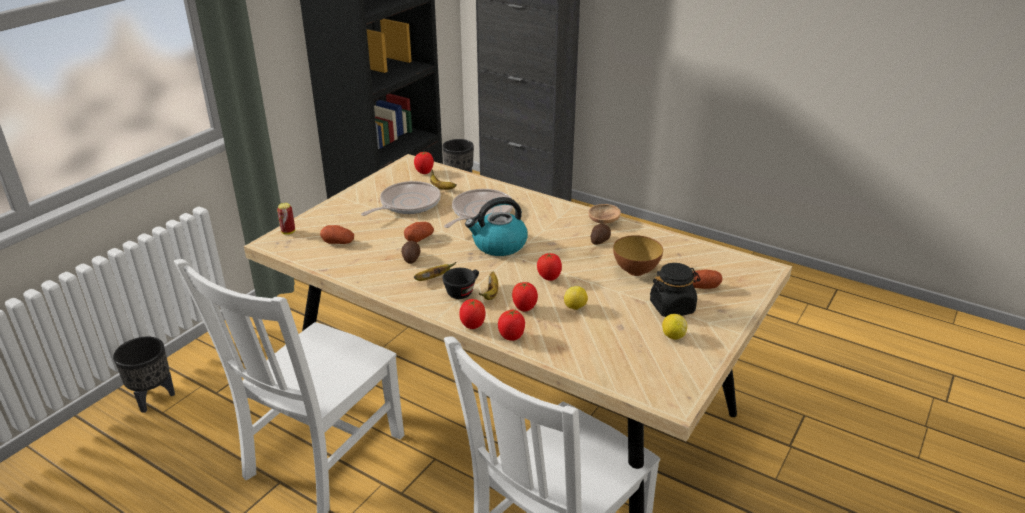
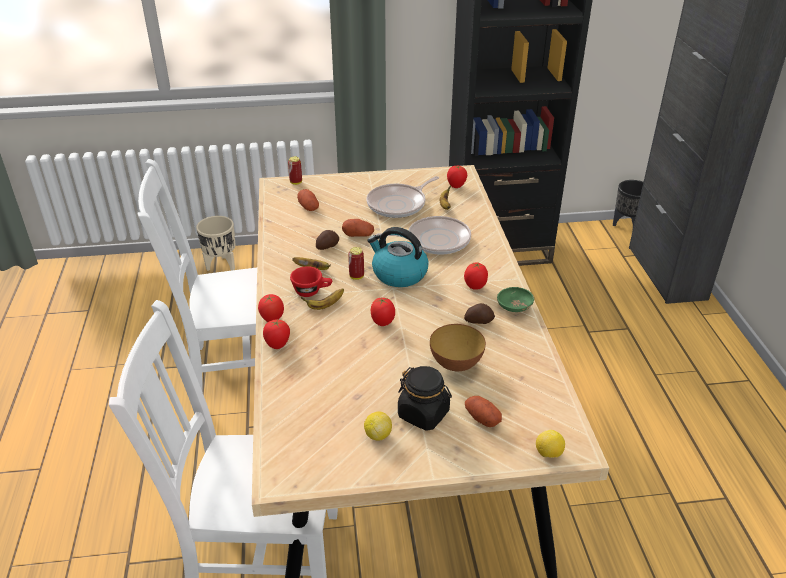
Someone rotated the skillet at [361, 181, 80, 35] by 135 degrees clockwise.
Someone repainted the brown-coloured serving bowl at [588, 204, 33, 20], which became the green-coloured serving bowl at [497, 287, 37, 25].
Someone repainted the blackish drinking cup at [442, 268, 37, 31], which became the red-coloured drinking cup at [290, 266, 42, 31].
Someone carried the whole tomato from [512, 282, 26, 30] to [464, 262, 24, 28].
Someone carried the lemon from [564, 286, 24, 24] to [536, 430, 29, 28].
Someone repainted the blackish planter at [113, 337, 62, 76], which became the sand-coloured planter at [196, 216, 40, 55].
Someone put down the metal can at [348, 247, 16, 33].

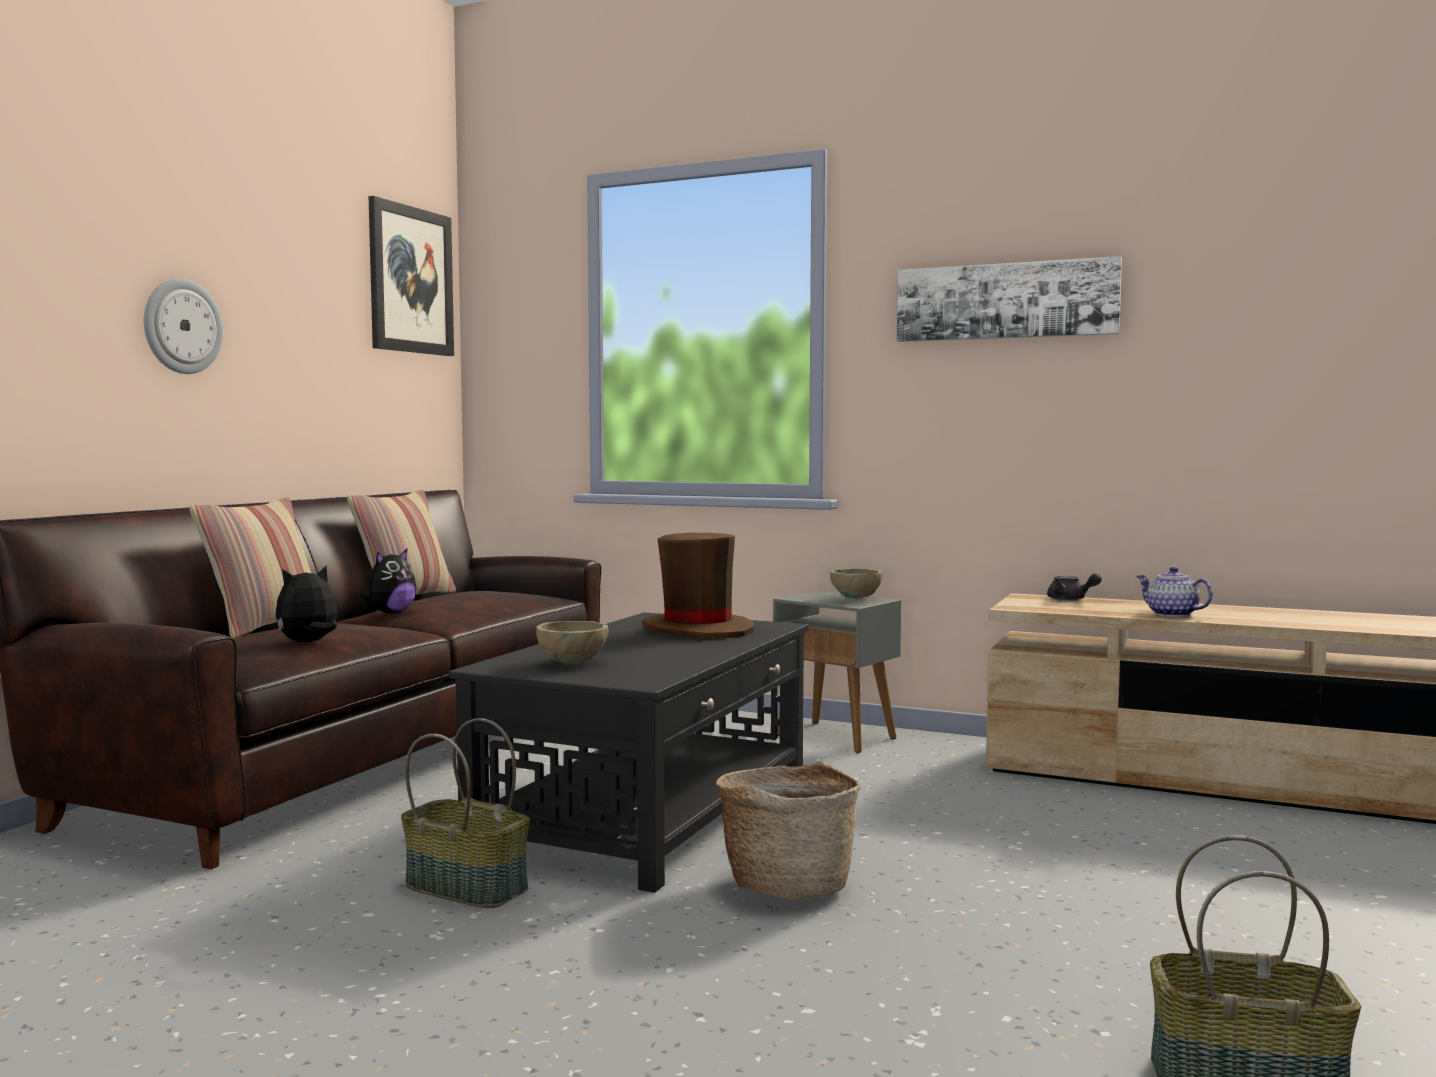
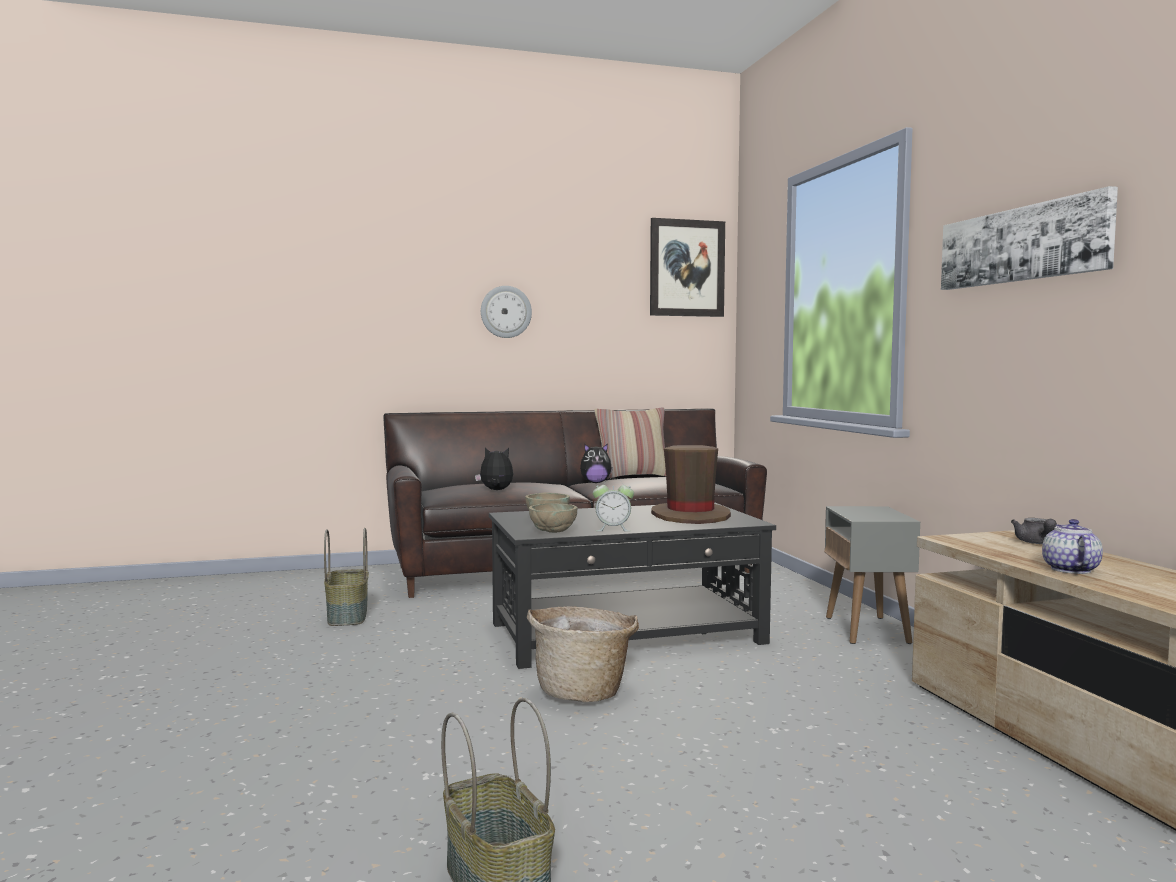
Someone took away the throw pillow at [190, 497, 121, 141].
Someone carried the sand-coloured serving bowl from [830, 569, 52, 30] to [529, 503, 48, 30].
Someone carried the household basket from [401, 718, 129, 190] to [324, 528, 45, 98].
Someone put down the alarm clock at [593, 478, 41, 54].

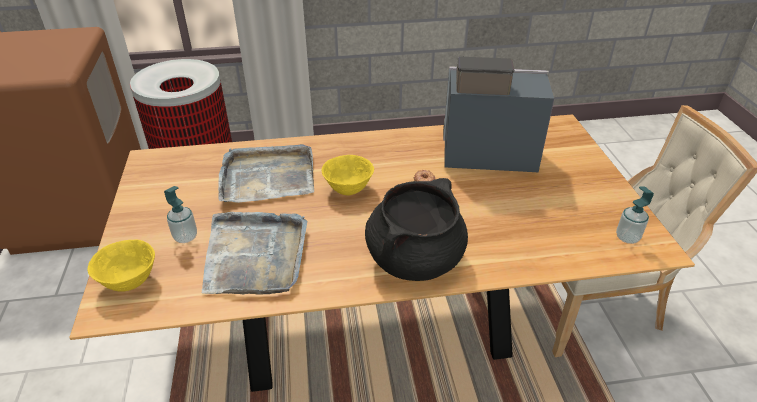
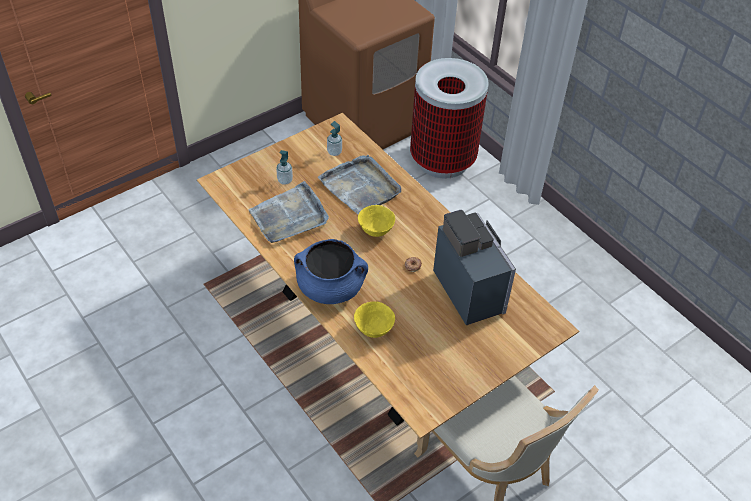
Someone repainted the blackish cooking pot at [365, 178, 103, 103], which became the bluish cooking pot at [294, 239, 74, 65].
Someone carried the soap bottle from [616, 187, 38, 57] to [327, 121, 15, 35].
Someone carried the yellowish serving bowl from [87, 240, 68, 52] to [354, 302, 41, 36].

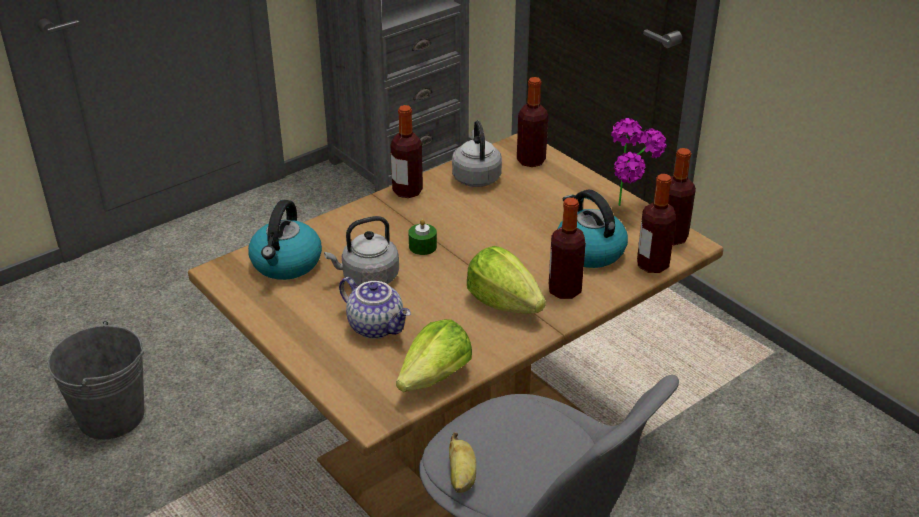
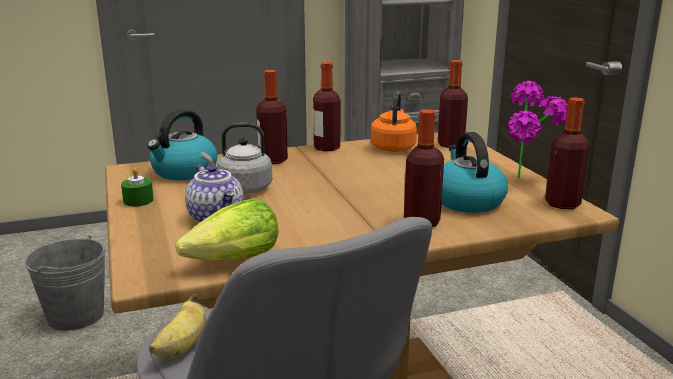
Someone repainted the gray tea kettle at [452, 120, 50, 67], which became the orangey tea kettle at [371, 92, 46, 60].
Someone carried the bottle from [637, 174, 39, 99] to [256, 70, 32, 94].
Someone carried the green-coloured candle from [408, 219, 29, 36] to [121, 167, 33, 39].
Someone took away the head of lettuce at [467, 246, 79, 68].

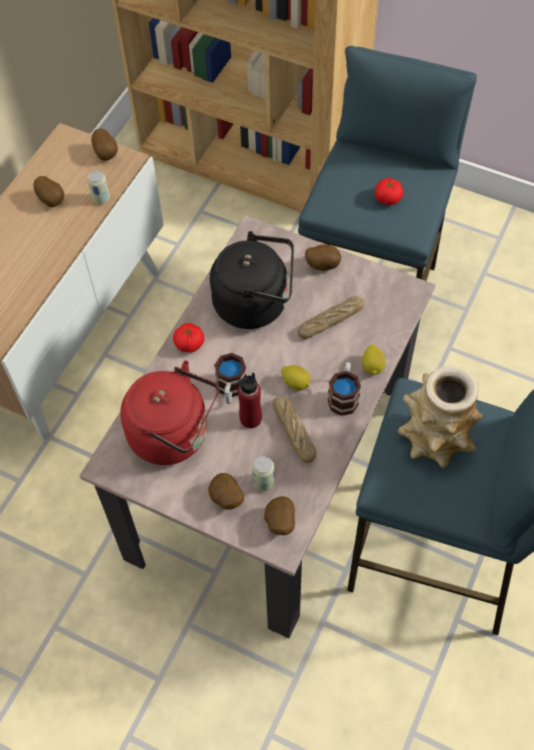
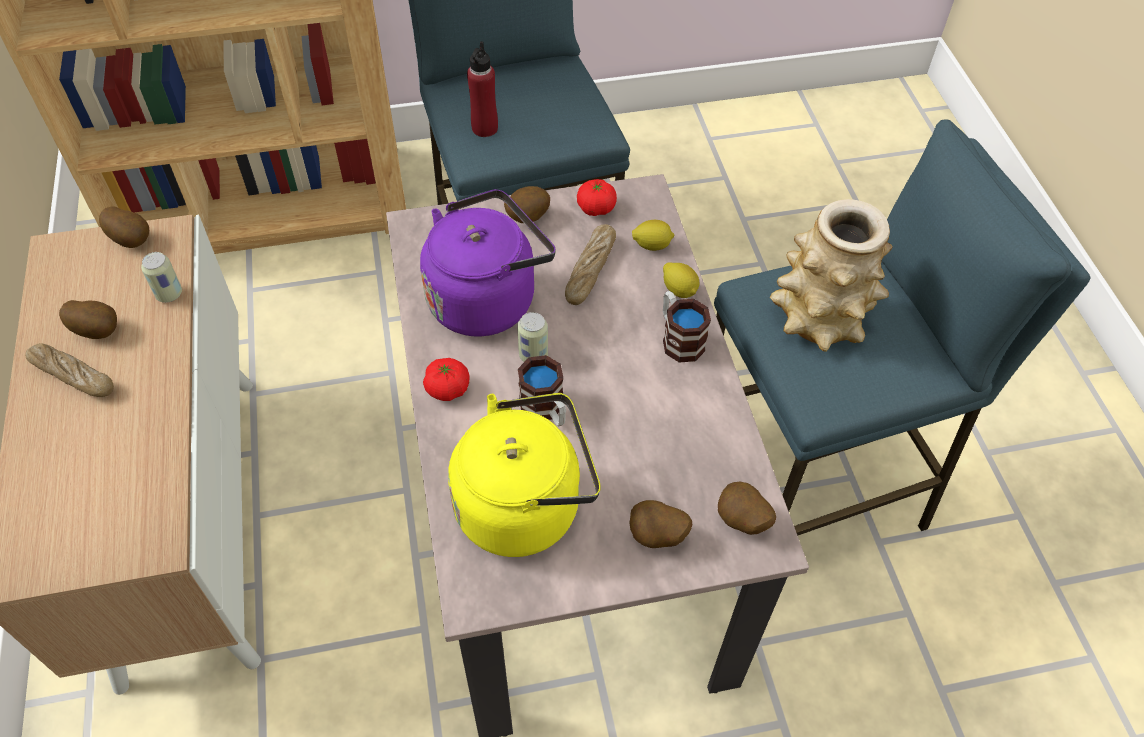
Someone carried the whole tomato from [375, 178, 29, 27] to [577, 179, 40, 37].
Someone repainted the blackish tea kettle at [210, 231, 84, 98], which became the purple tea kettle at [420, 189, 136, 148].
Someone repainted the red-coloured tea kettle at [120, 360, 99, 105], which became the yellowish tea kettle at [448, 393, 153, 164].
Someone carried the lemon from [281, 365, 29, 25] to [632, 220, 42, 31].
Someone carried the red-coloured bottle from [237, 372, 25, 56] to [467, 41, 31, 96].
Someone carried the bakery bread from [273, 396, 43, 67] to [25, 343, 89, 54].
Someone carried the metal can from [252, 456, 23, 35] to [517, 312, 31, 50].

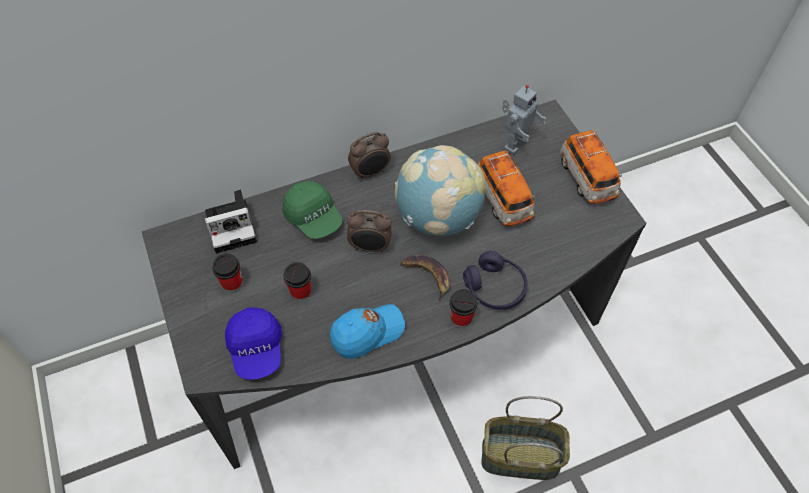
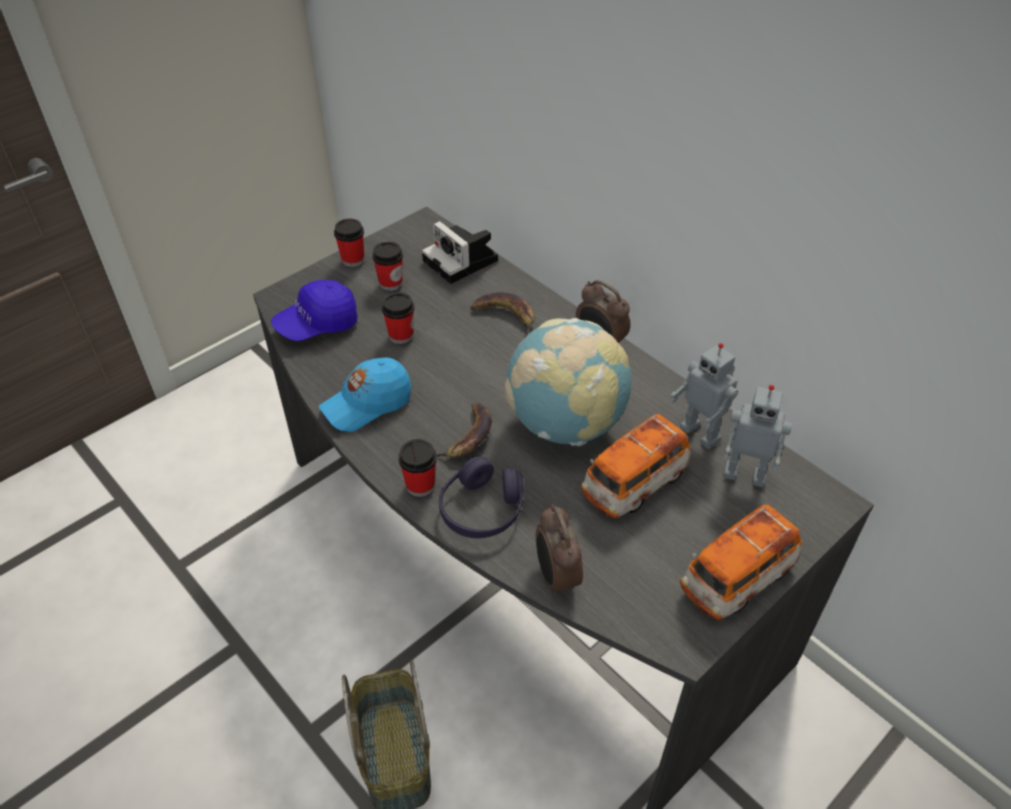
Someone swapped the green-coloured cap at [283, 181, 60, 58] for the whole banana at [470, 292, 65, 45].
Someone carried the alarm clock from [347, 210, 45, 42] to [536, 504, 47, 92].
Someone rotated the bluish cap at [330, 304, 75, 55] by 105 degrees clockwise.
Someone put down the drinking cup at [334, 218, 30, 49].
Someone put down the model robot at [669, 343, 69, 106].

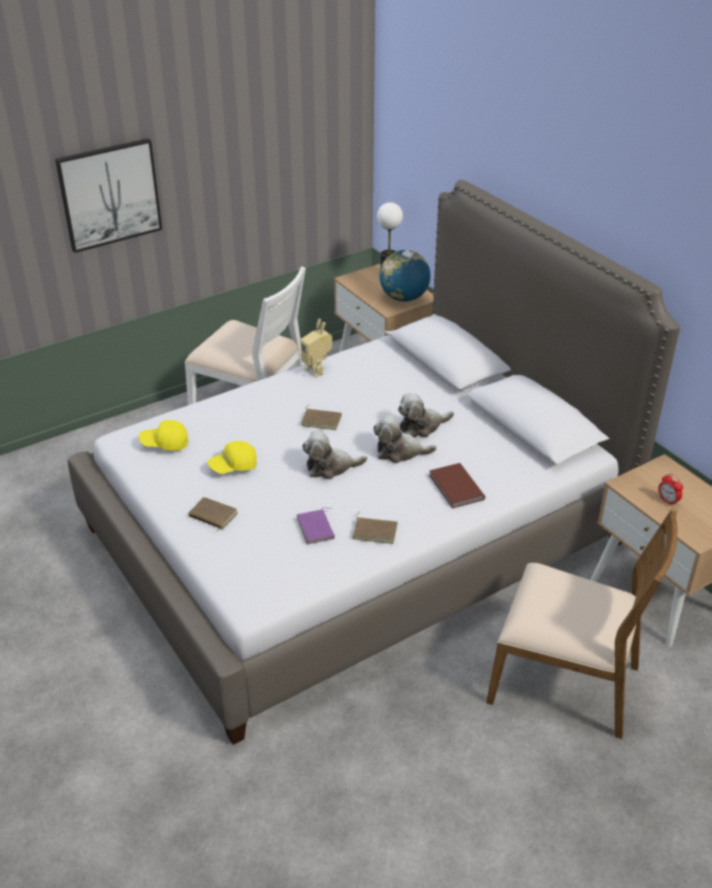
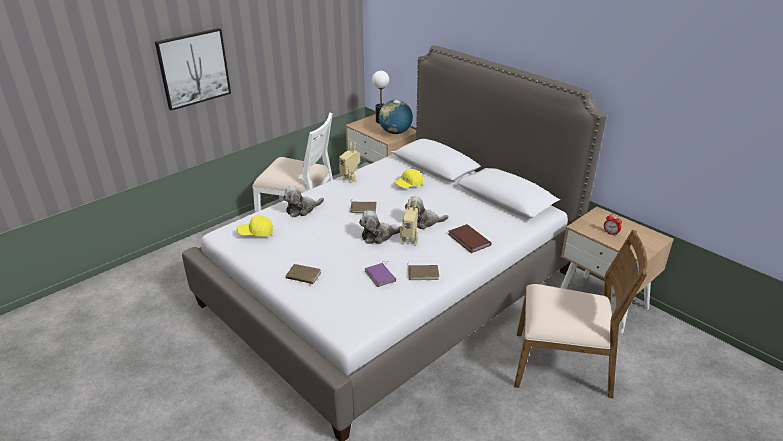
Someone carried the plush toy from [398, 393, 56, 44] to [283, 186, 41, 31].
Someone carried the yellowish cap from [207, 441, 50, 33] to [394, 169, 29, 19].
Someone put down the model robot at [400, 199, 18, 47].

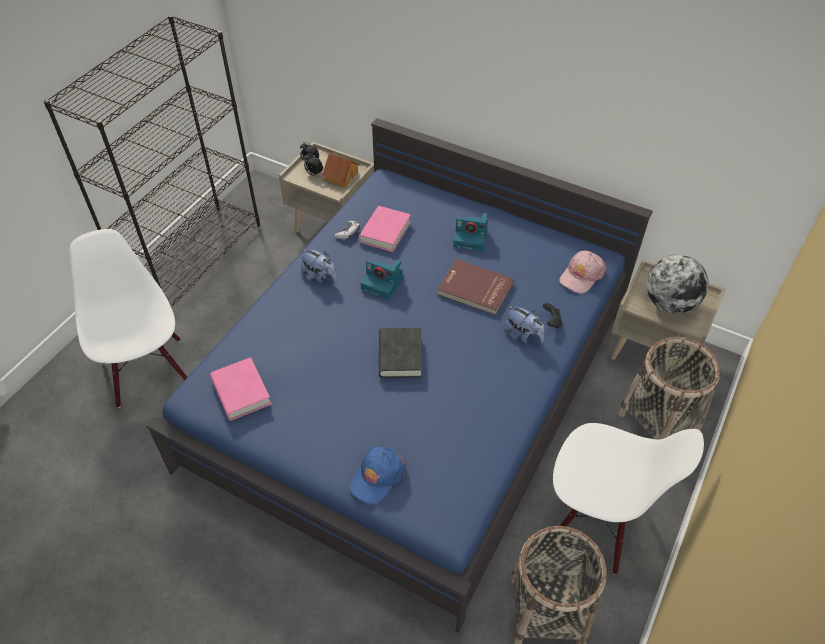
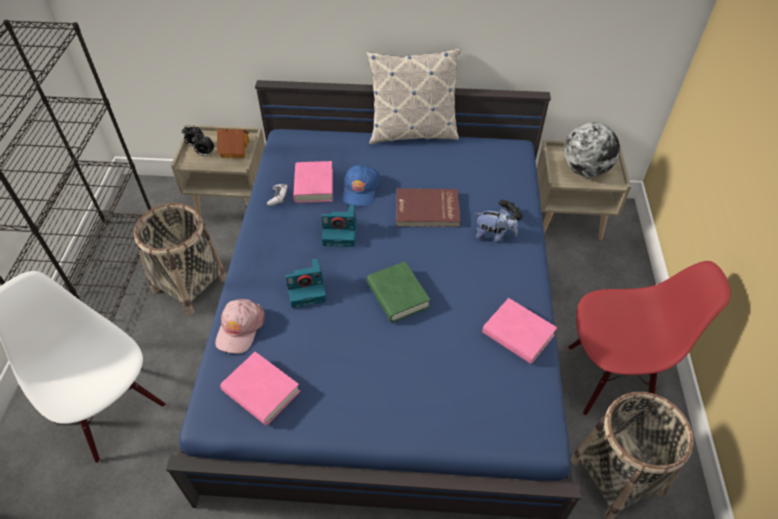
Someone carried the still camera from [453, 213, 35, 38] to [286, 258, 40, 50].
Someone took away the plush toy at [301, 249, 36, 34].
Someone carried the pink-coloured cap from [559, 250, 48, 43] to [215, 299, 50, 55].
Someone repainted the blackish volume at [379, 328, 43, 50], which became the green-coloured volume at [367, 261, 63, 61].
Someone carried the household basket from [618, 337, 102, 102] to [134, 203, 93, 112].
Someone repainted the white-coloured chair at [553, 423, 151, 152], which became the red-coloured chair at [568, 261, 163, 154].
Someone carried the bluish cap from [349, 446, 58, 58] to [342, 165, 38, 42].
Someone put down the throw pillow at [366, 48, 95, 96].
Someone put down the pink-coloured volume at [482, 298, 75, 66].

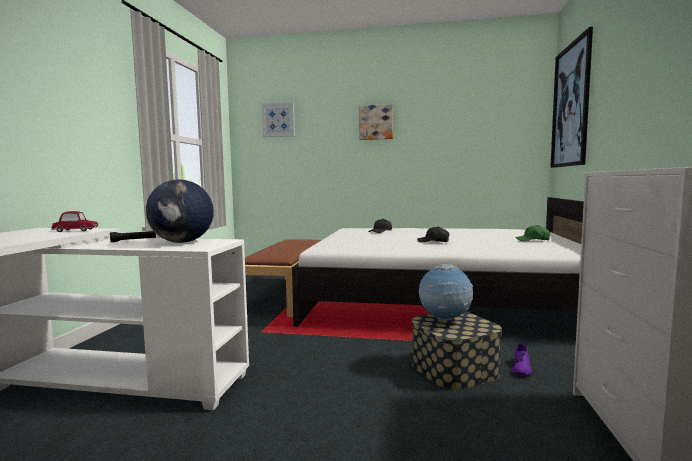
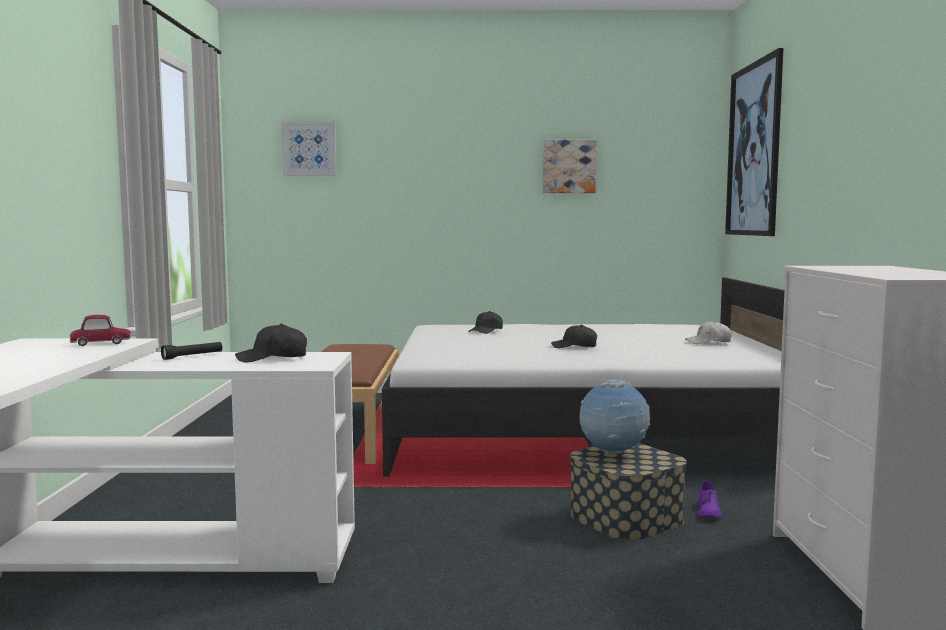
Someone carried the wall art from [359, 104, 34, 36] to [543, 140, 54, 53].
Someone swapped the globe at [145, 179, 69, 64] for the blackish cap at [235, 324, 72, 38].
Someone repainted the green-coloured cap at [515, 225, 35, 16], which became the white-coloured cap at [685, 321, 47, 23].

